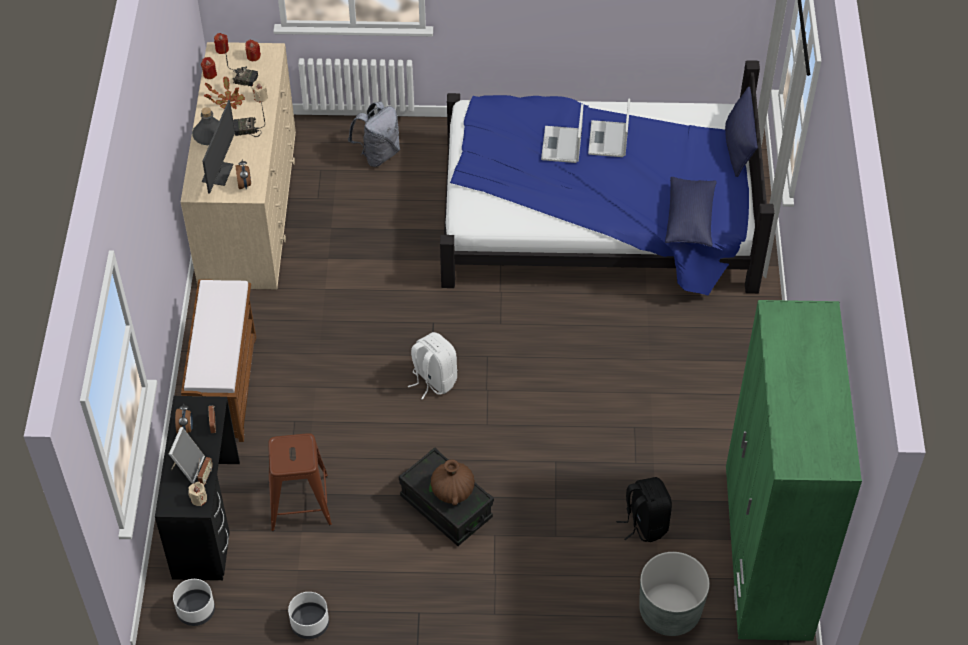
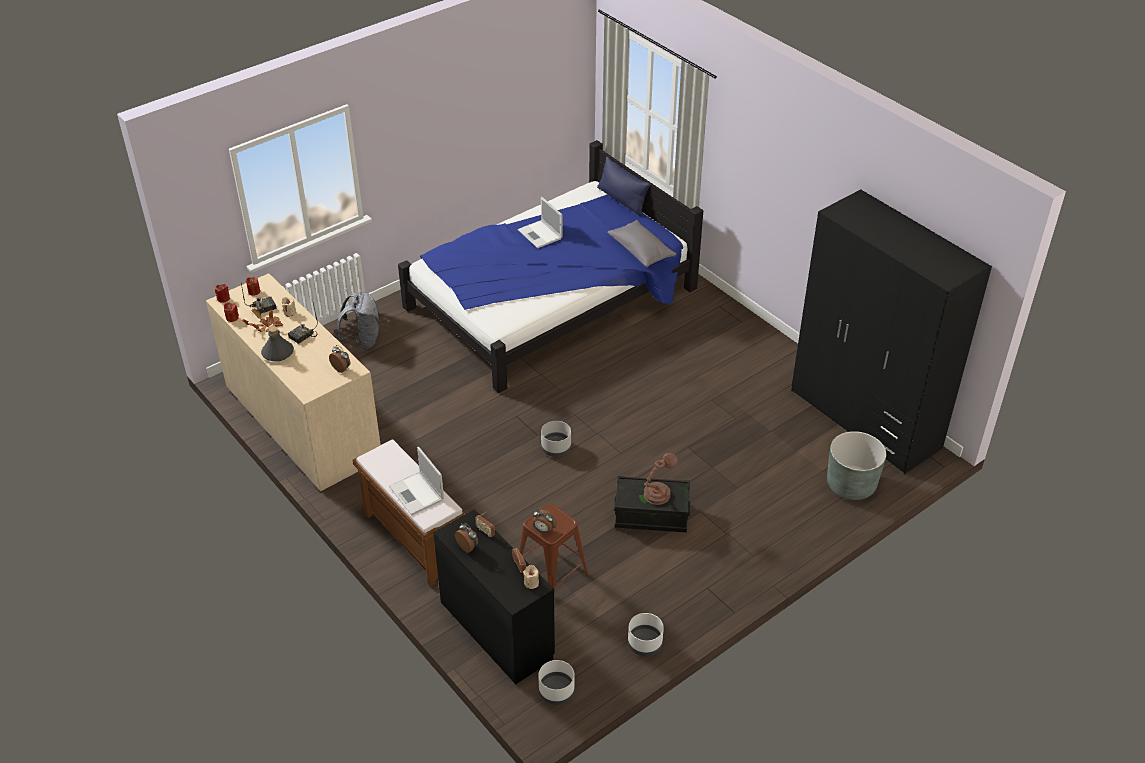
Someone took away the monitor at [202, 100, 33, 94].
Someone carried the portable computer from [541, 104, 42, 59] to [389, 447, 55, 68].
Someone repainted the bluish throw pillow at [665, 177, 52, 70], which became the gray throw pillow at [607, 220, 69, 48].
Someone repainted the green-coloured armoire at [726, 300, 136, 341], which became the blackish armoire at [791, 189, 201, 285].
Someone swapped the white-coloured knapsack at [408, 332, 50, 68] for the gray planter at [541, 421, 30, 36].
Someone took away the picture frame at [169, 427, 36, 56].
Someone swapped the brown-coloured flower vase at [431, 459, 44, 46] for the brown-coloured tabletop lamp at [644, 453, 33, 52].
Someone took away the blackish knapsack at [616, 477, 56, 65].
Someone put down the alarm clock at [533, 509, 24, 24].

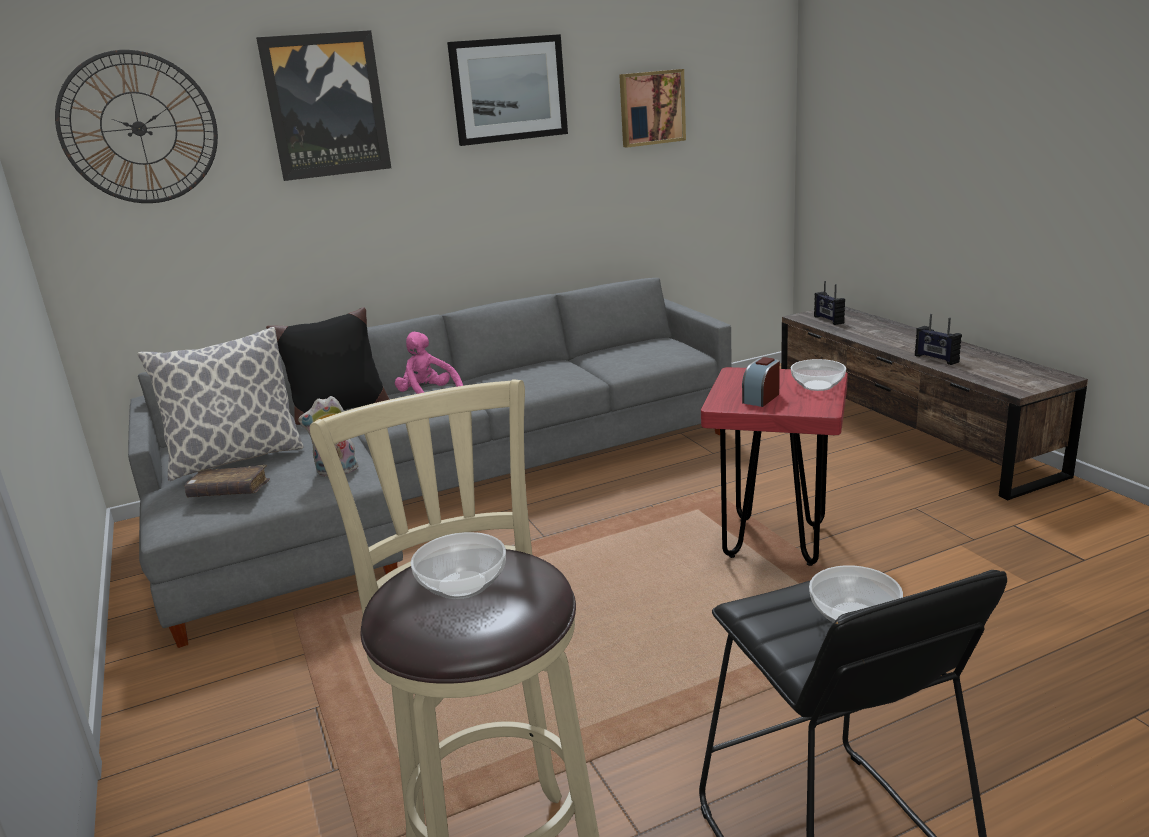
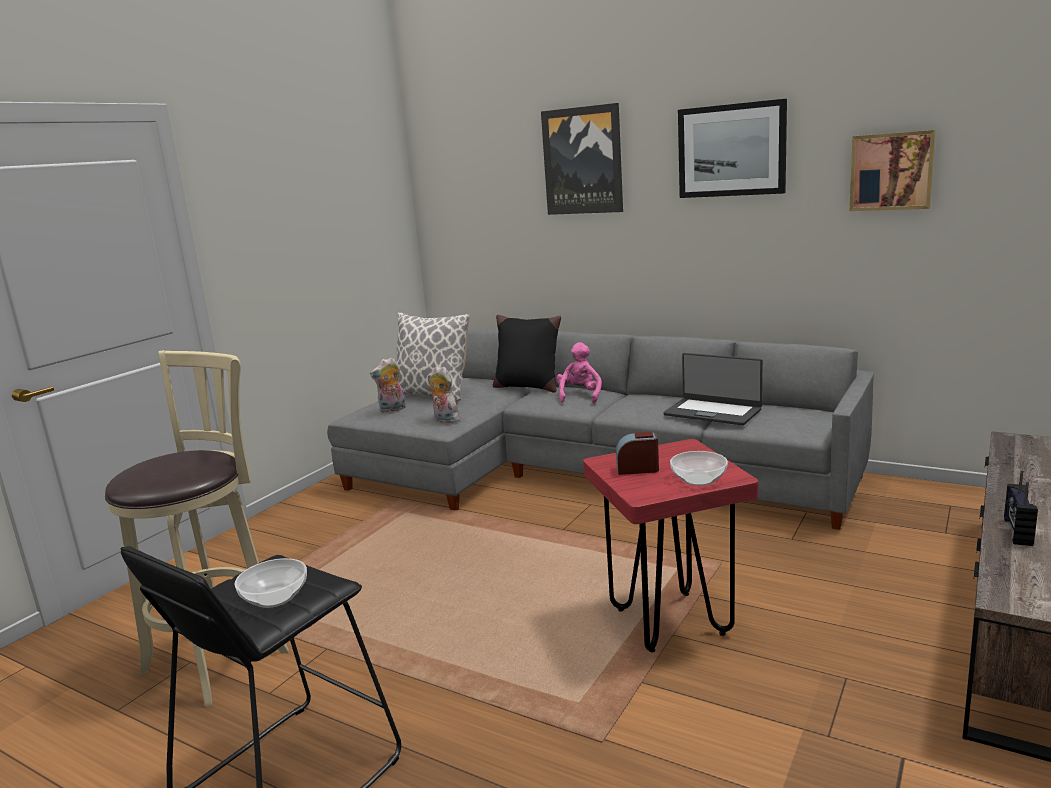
Someone took away the wall clock at [55, 50, 163, 153].
Someone took away the radio at [814, 281, 31, 44].
Someone swapped the brown-coloured volume at [185, 465, 85, 32] for the plush toy at [370, 357, 36, 56].
Someone took away the serving bowl at [410, 532, 96, 68].
Someone put down the portable computer at [663, 353, 100, 72].

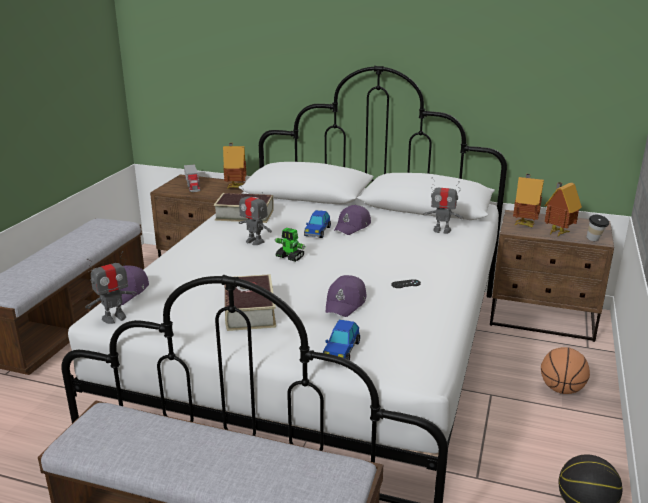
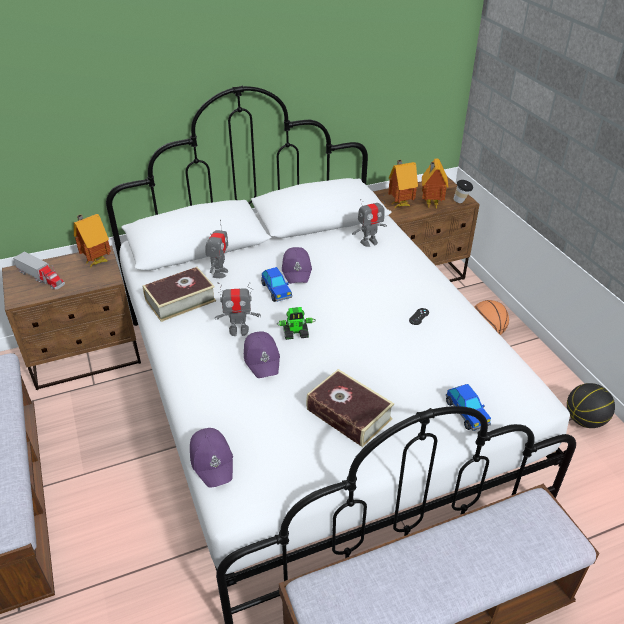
Someone carried the model robot from [85, 251, 52, 73] to [205, 220, 23, 58].
Someone carried the purple cap from [325, 275, 42, 42] to [244, 331, 36, 47].

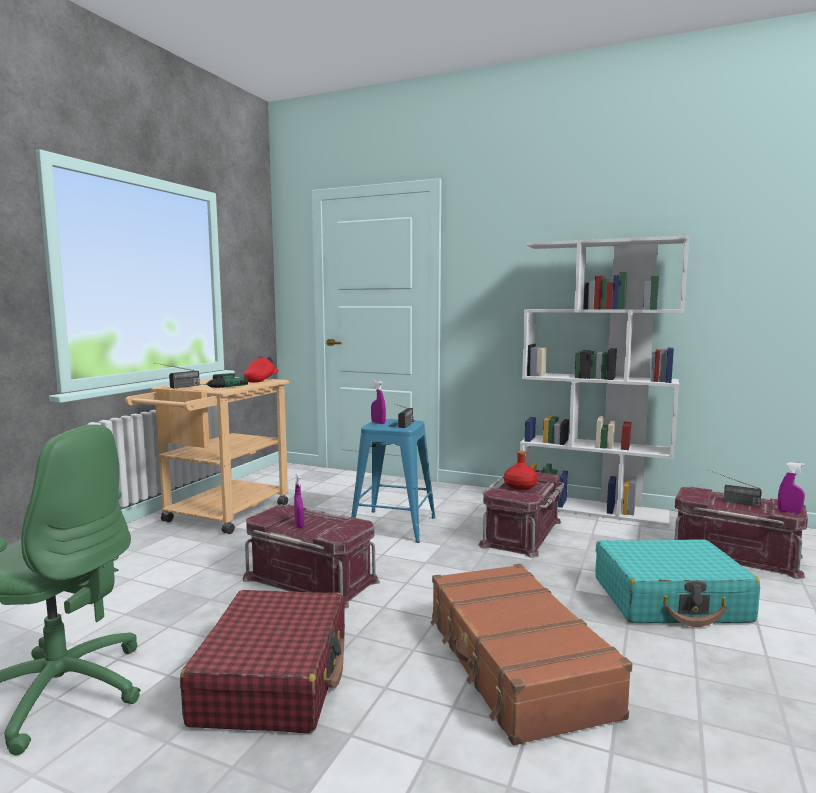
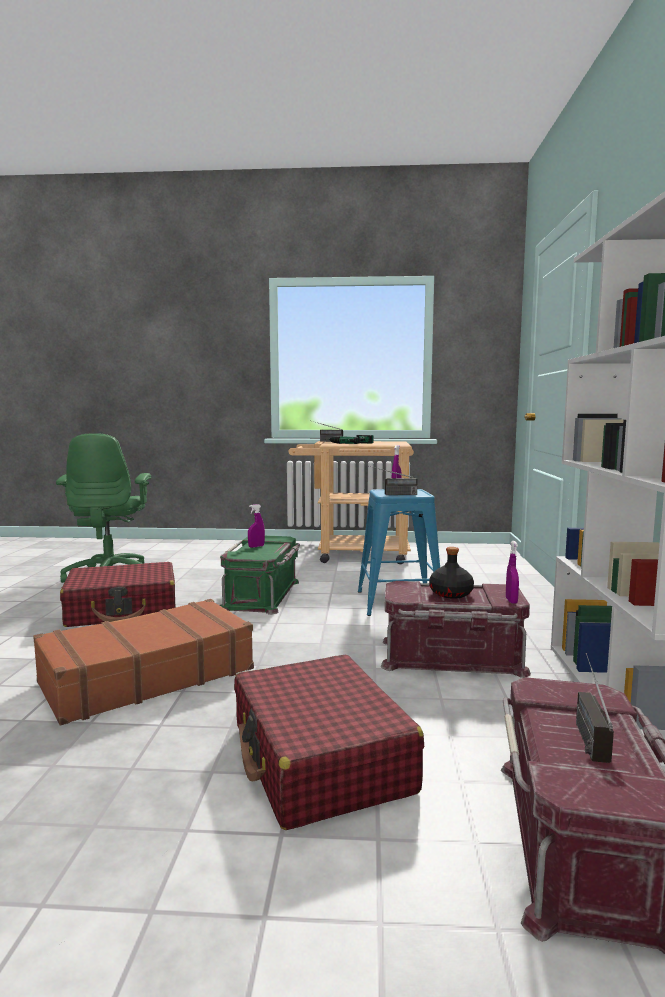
Someone took away the red-coloured cap at [243, 356, 36, 27].
Someone repainted the red-coloured bottle at [504, 451, 34, 39], which became the blackish bottle at [429, 547, 45, 51].
Someone carried the purple spray bottle from [778, 462, 27, 51] to [506, 541, 13, 63].
Someone repainted the red-coloured storage container at [243, 505, 137, 104], which became the green-coloured storage container at [220, 535, 80, 80].
Someone repainted the blue-green suitcase at [595, 540, 165, 87], which became the red-coloured suitcase at [234, 655, 190, 175].

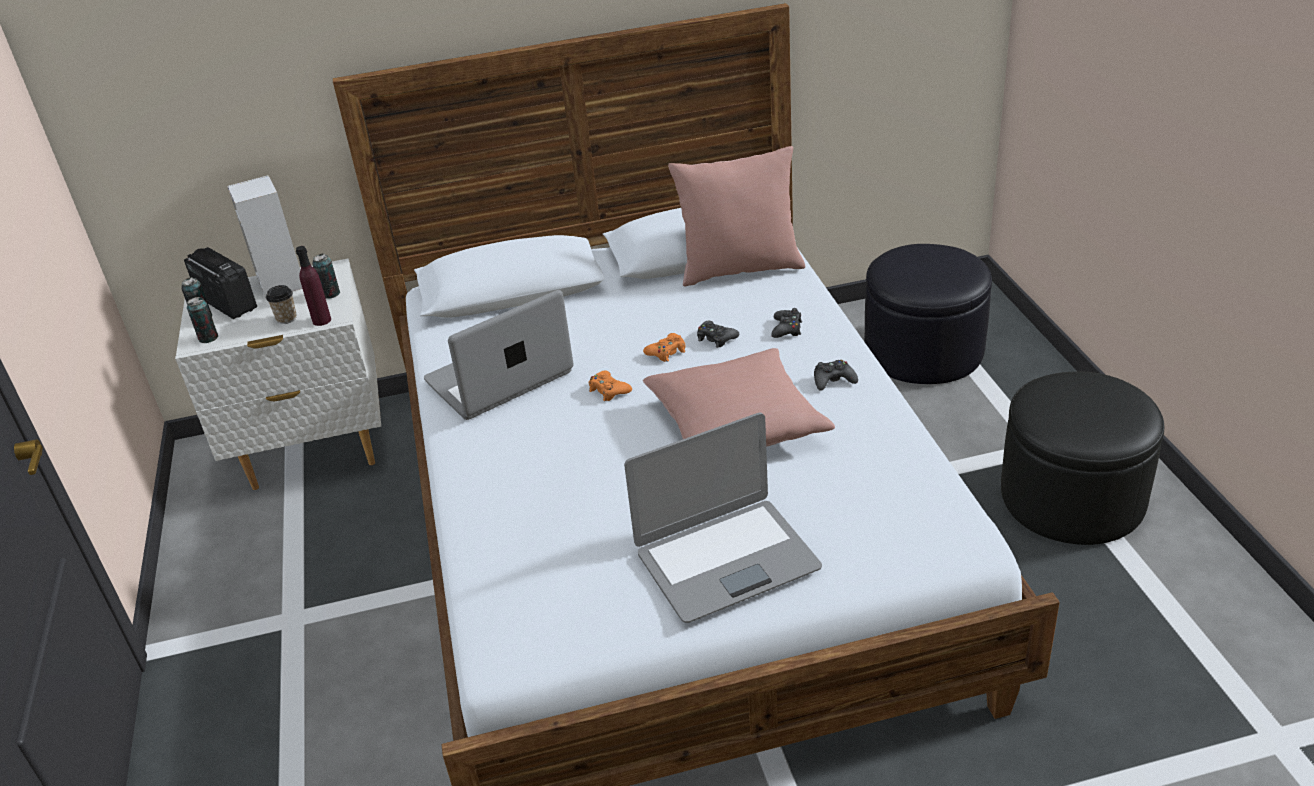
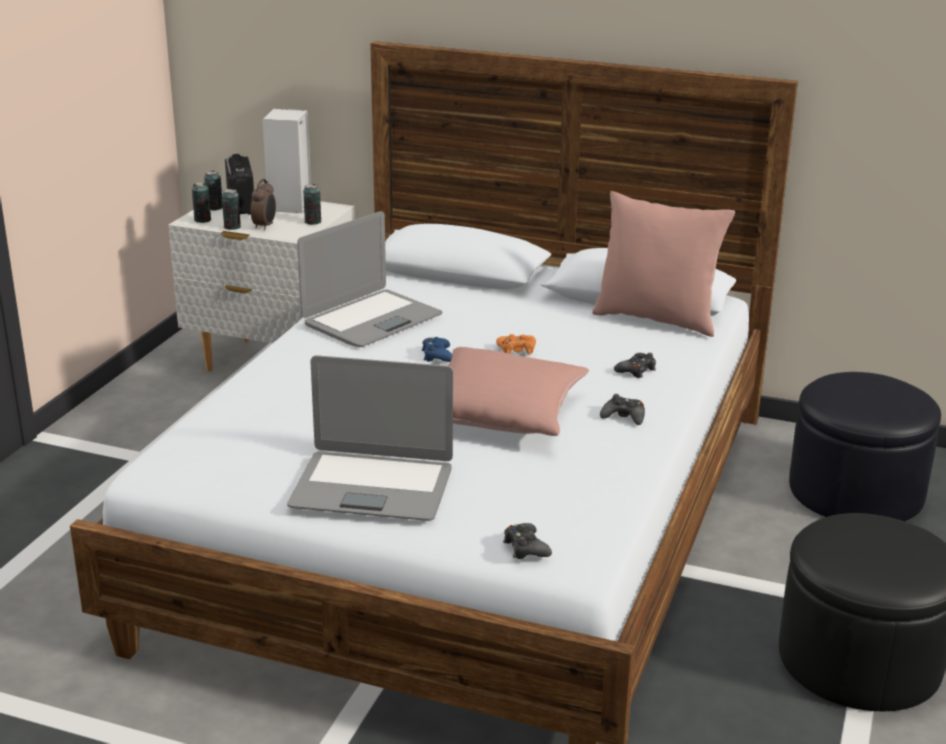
Someone took away the purple bottle at [296, 246, 35, 80].
Someone swapped the drinking cup at [266, 285, 31, 39] for the alarm clock at [251, 179, 25, 51].
Someone rotated the portable computer at [424, 290, 149, 130] by 135 degrees clockwise.
Someone carried the blackish game controller from [697, 321, 42, 27] to [503, 523, 49, 36].
Someone repainted the orangey game controller at [589, 370, 43, 31], which became the bluish game controller at [422, 337, 30, 25].
Someone put down the metal can at [222, 189, 19, 41].

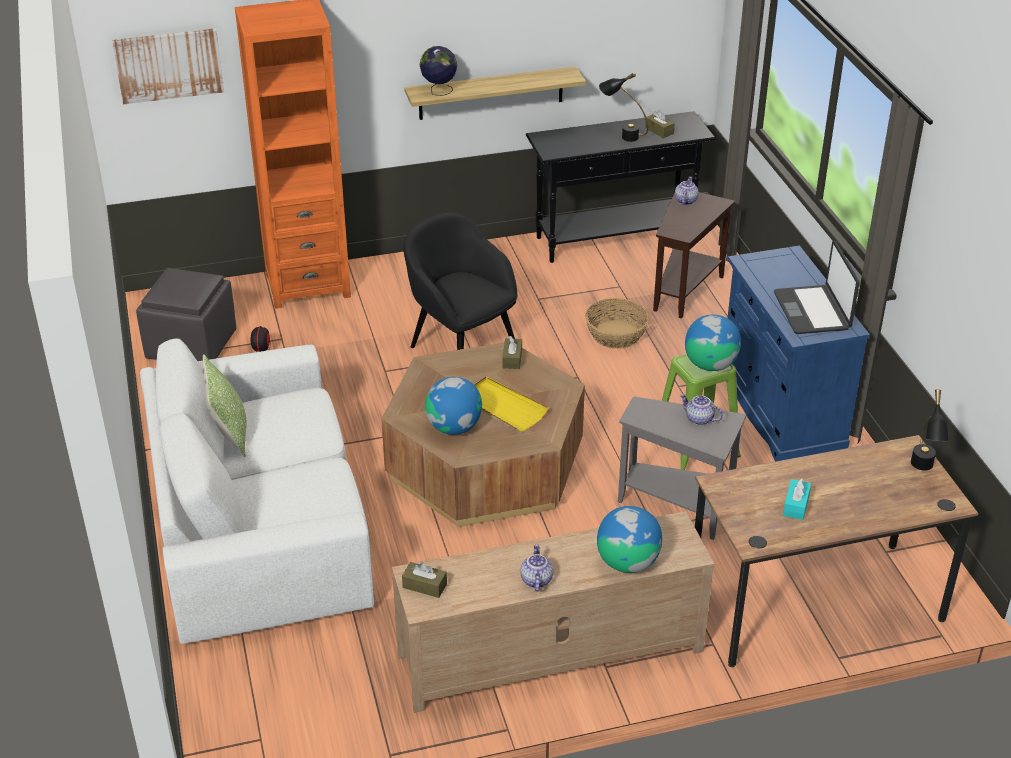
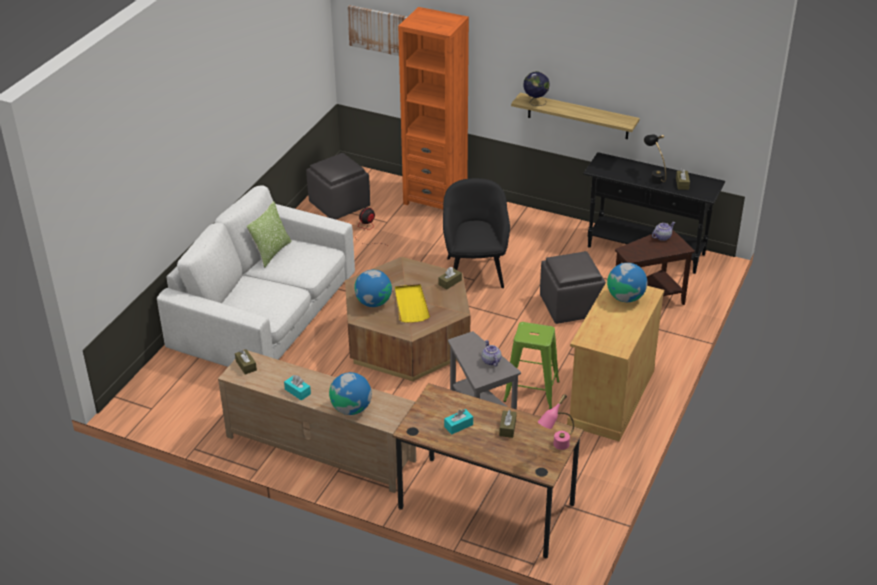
Someone took away the portable computer at [774, 240, 86, 94].
Someone repainted the bluish storage cabinet at [728, 245, 142, 216], which became the sand-coloured storage cabinet at [567, 282, 97, 159].
Someone swapped the household basket at [585, 298, 64, 51] for the gray pouffe at [540, 251, 66, 73].
Someone carried the globe from [685, 315, 56, 56] to [607, 263, 40, 39].
Someone repainted the blackish tabletop lamp at [911, 389, 38, 81], which became the pink-coloured tabletop lamp at [538, 394, 36, 56].
Someone swapped the teapot at [520, 544, 33, 48] for the blue-green tissue holder at [284, 375, 27, 25].
Someone put down the brown-coloured tissue holder at [499, 410, 18, 28].

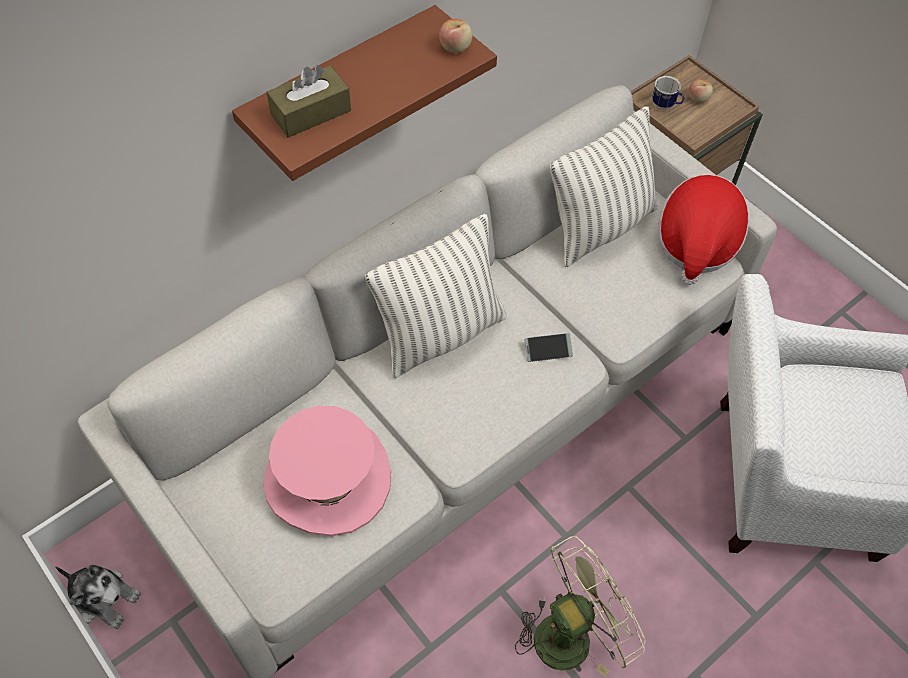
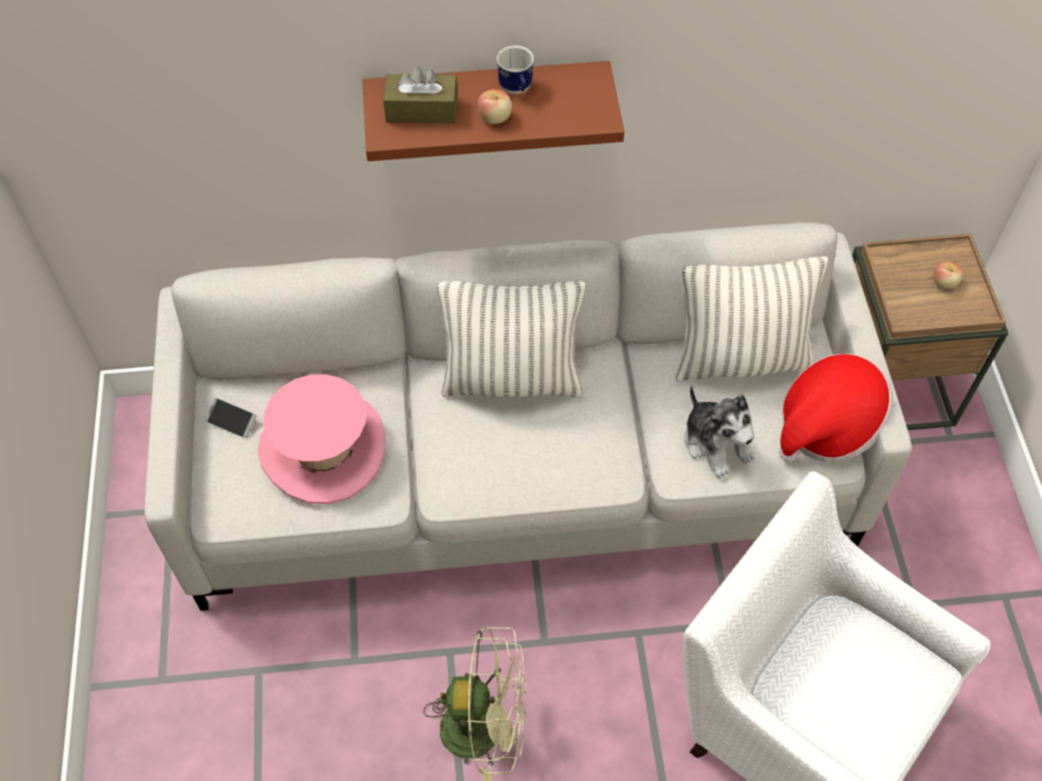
Someone carried the whole apple from [439, 18, 33, 35] to [477, 89, 35, 35].
Someone carried the mug from [652, 76, 32, 34] to [497, 45, 37, 49].
Someone carried the phone from [524, 333, 49, 29] to [205, 398, 52, 40].
Someone carried the plush toy from [55, 565, 86, 64] to [685, 385, 70, 93].

